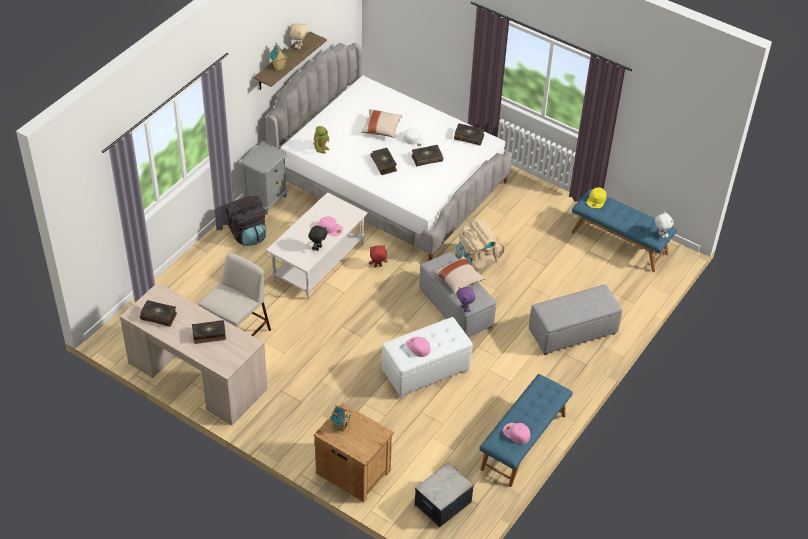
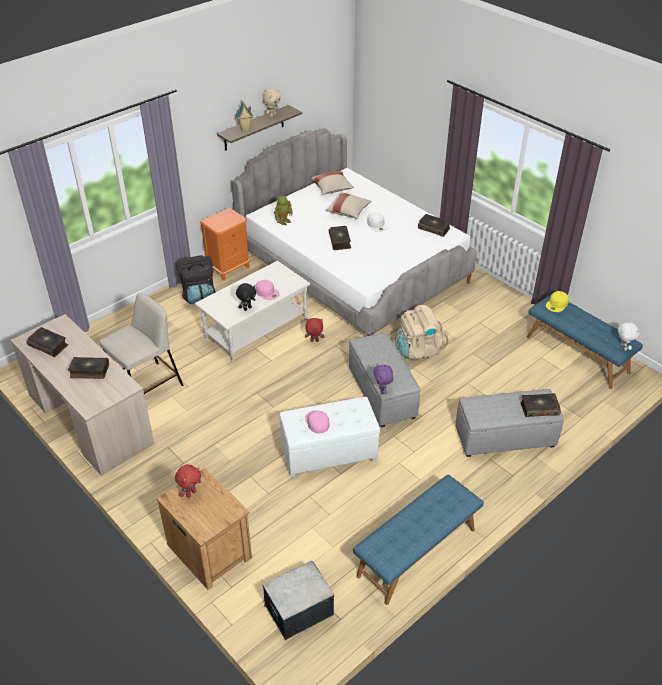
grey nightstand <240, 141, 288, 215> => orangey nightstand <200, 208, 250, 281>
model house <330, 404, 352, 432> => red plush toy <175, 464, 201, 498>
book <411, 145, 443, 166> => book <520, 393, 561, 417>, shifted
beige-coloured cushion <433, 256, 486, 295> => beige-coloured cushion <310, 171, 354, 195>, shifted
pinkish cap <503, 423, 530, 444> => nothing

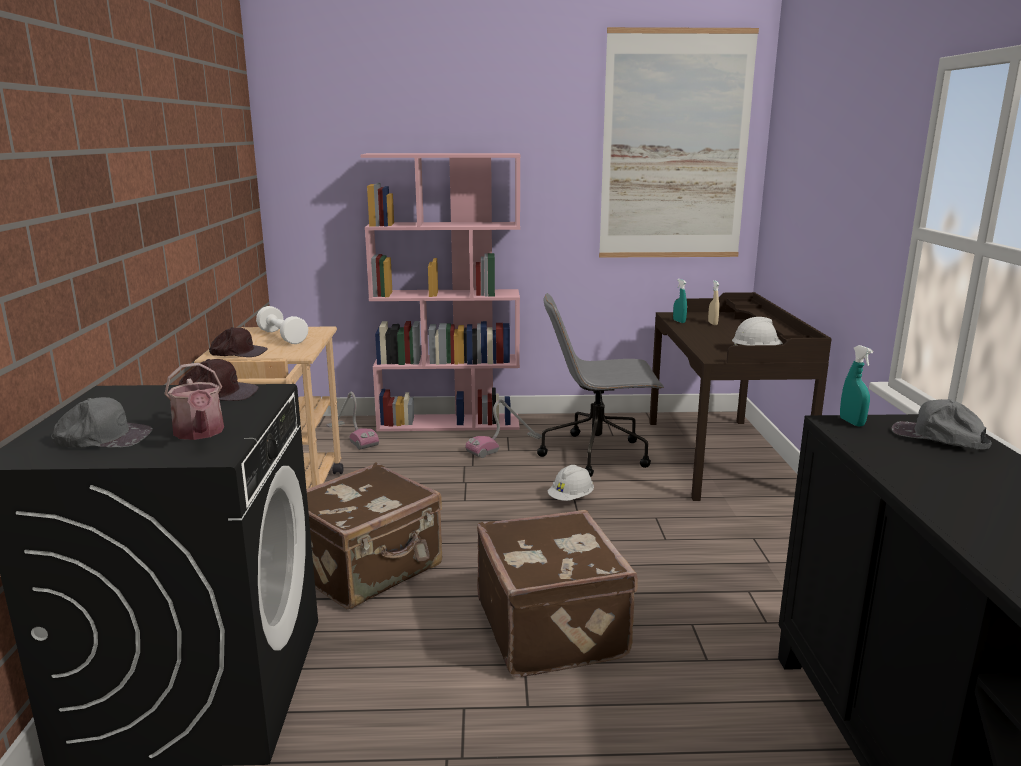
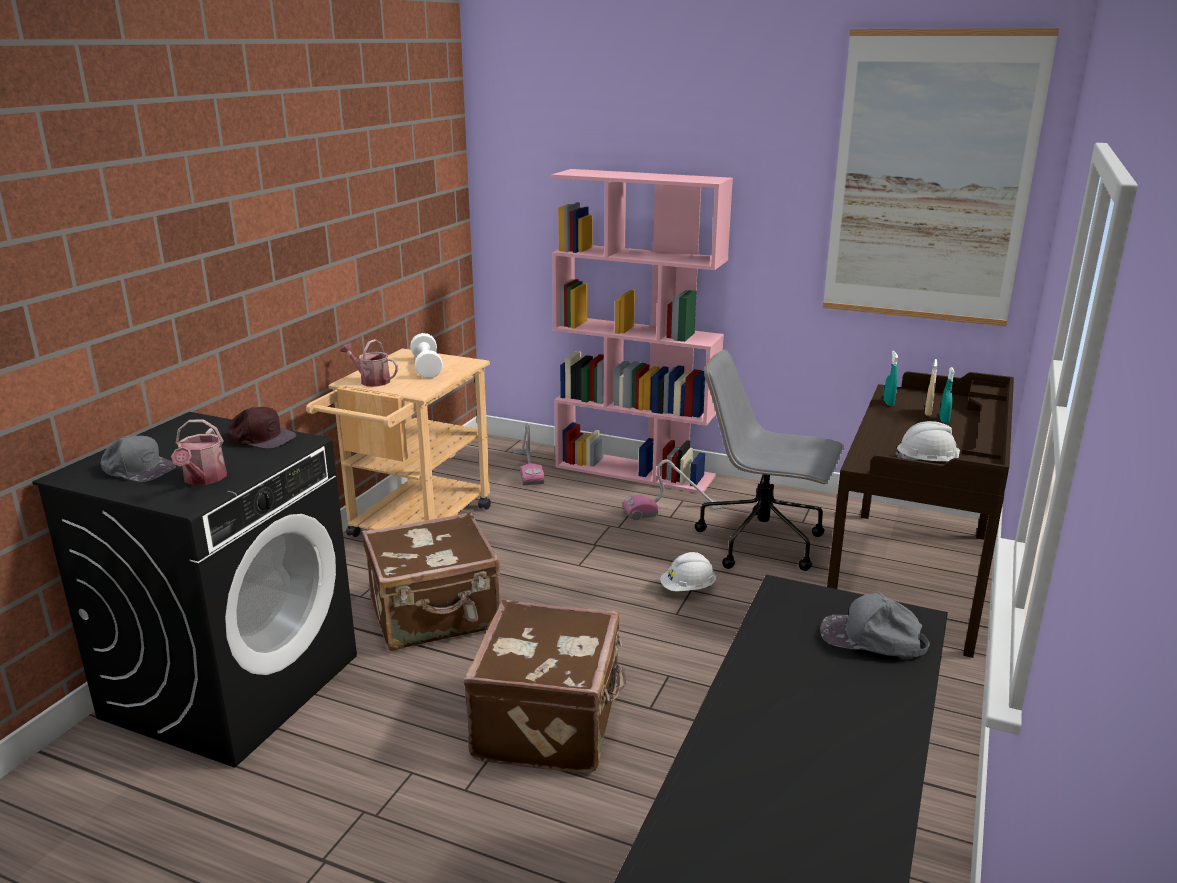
brownish cap <209, 327, 268, 357> => watering pot <340, 339, 398, 387>
turquoise spray bottle <840, 345, 873, 426> => turquoise spray bottle <940, 367, 955, 423>, shifted
grey cap <891, 399, 992, 450> => grey cap <820, 592, 930, 657>, 45 degrees counterclockwise

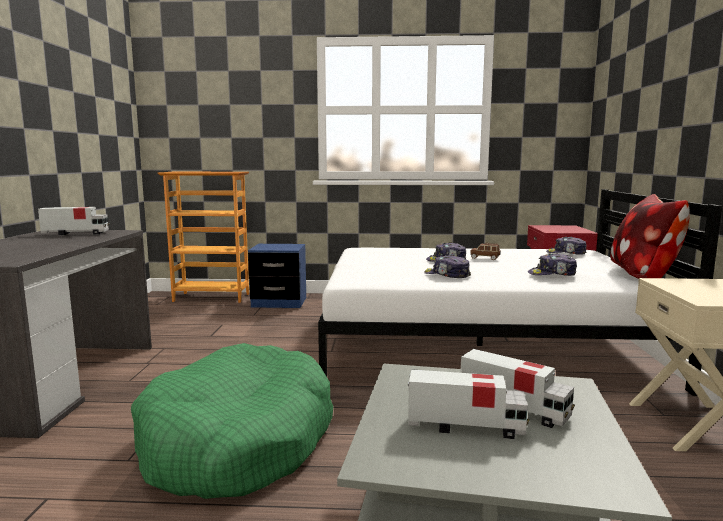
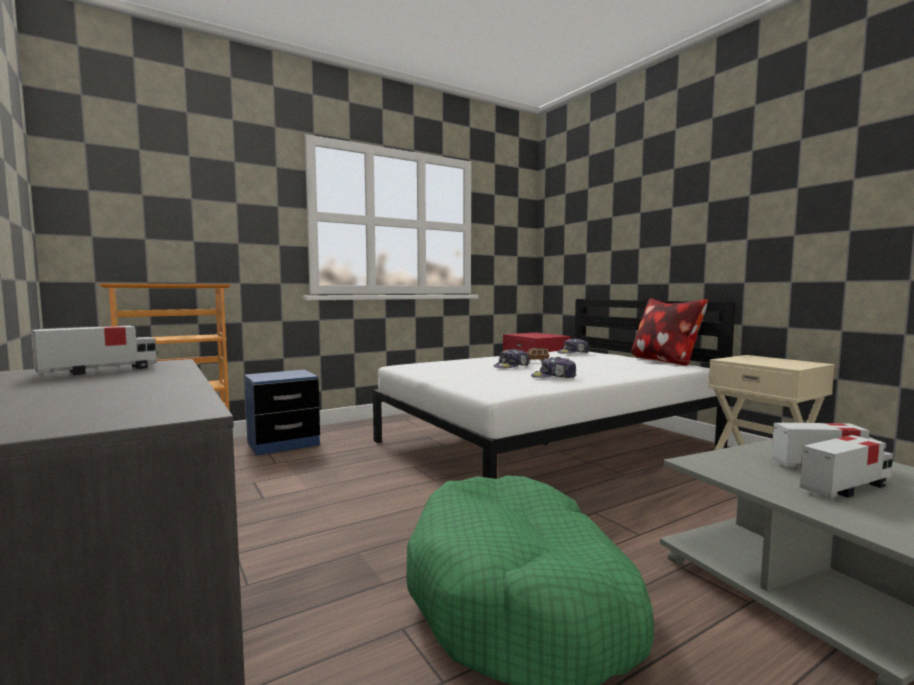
cap <528, 253, 577, 276> => nothing

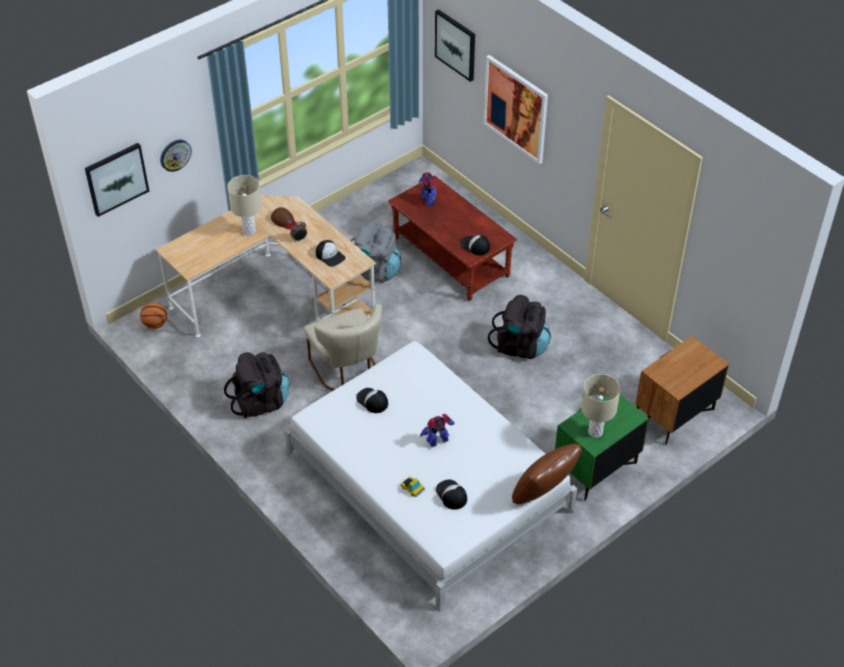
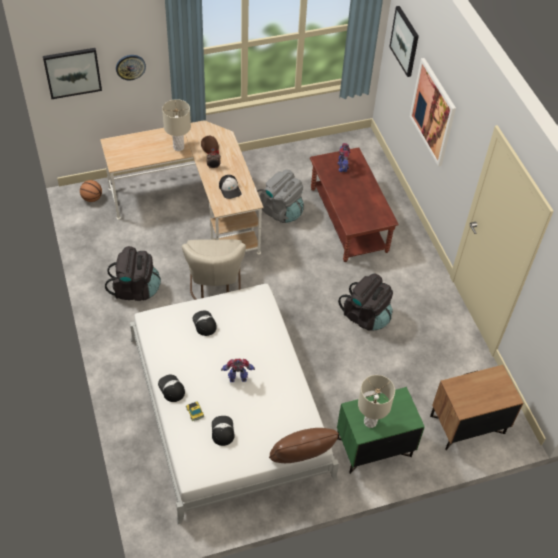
cap <460, 235, 490, 255> => cap <158, 374, 185, 402>, shifted

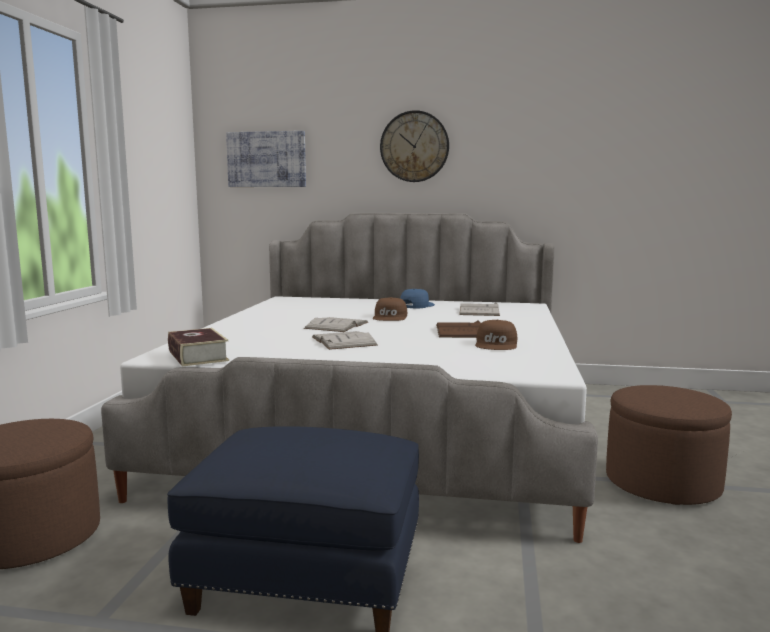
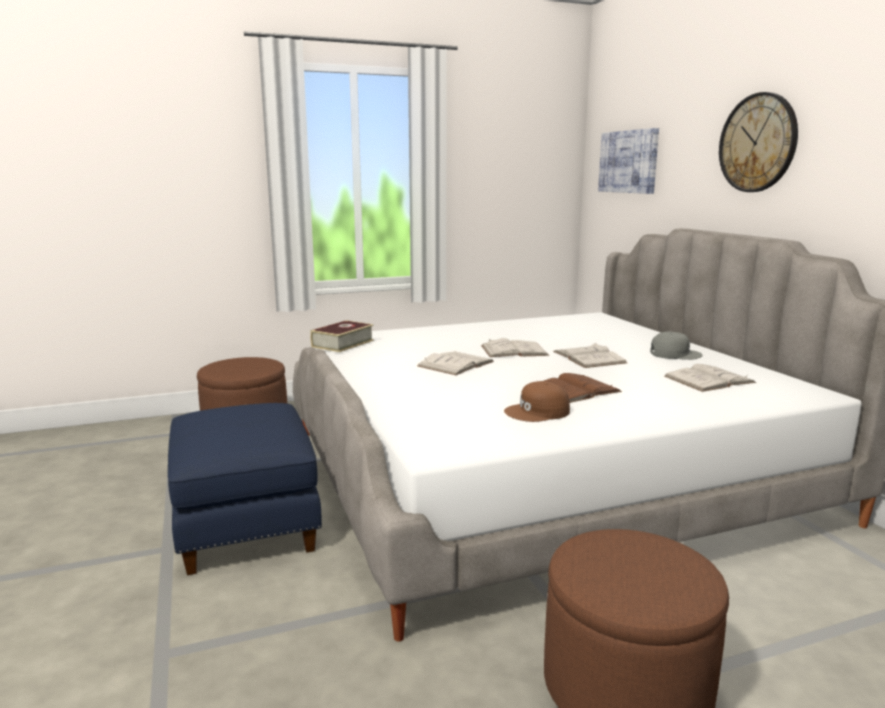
brownish cap <373, 297, 407, 321> => white book <553, 343, 627, 368>
bluish cap <400, 289, 435, 309> => grey cap <650, 332, 703, 360>

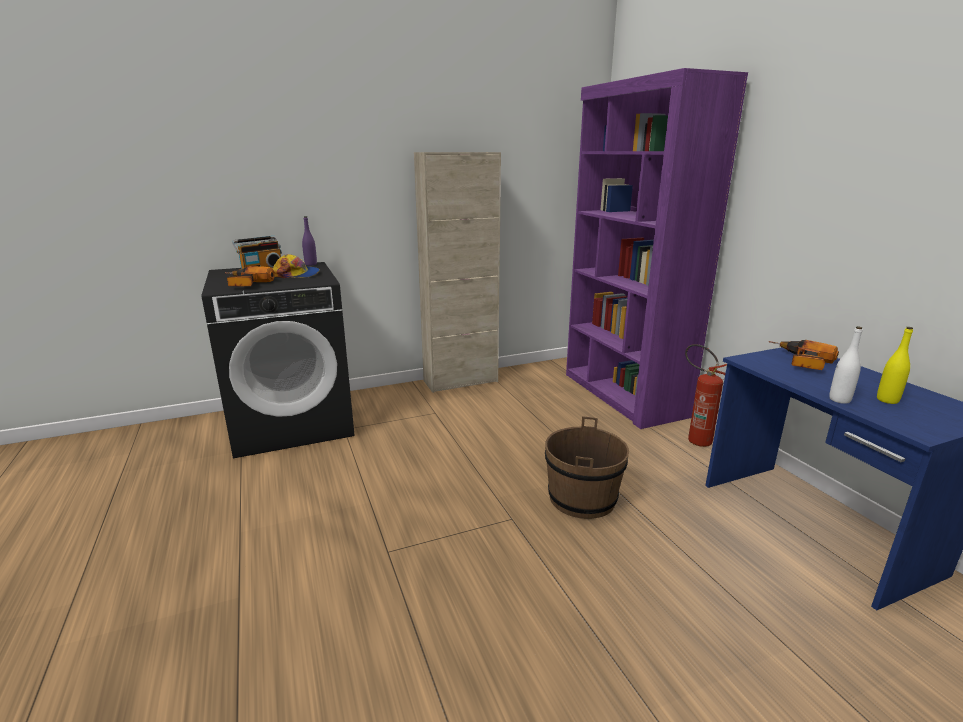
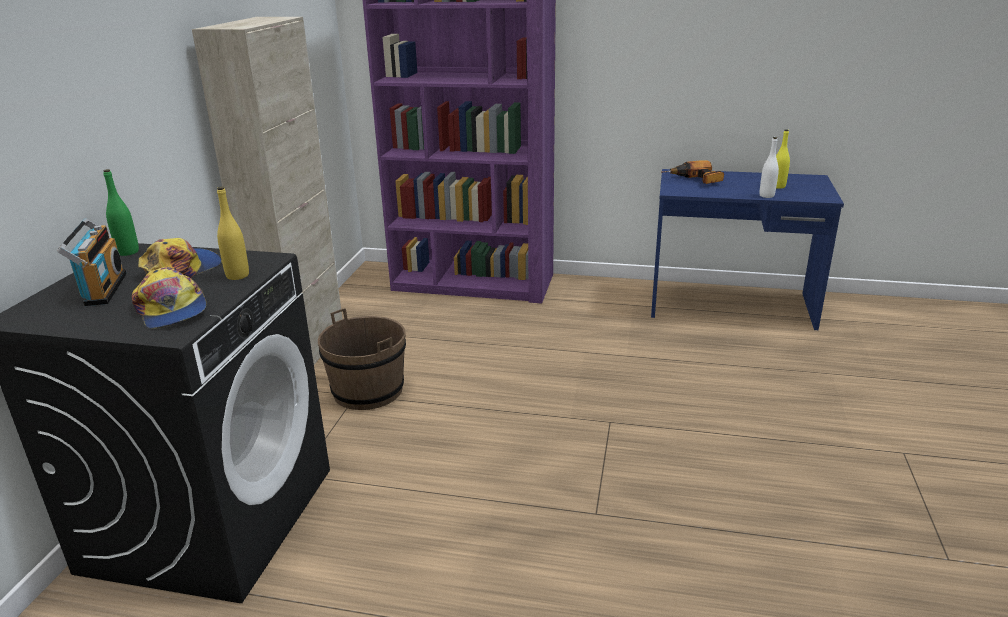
drill <225, 266, 275, 286> => cap <132, 267, 206, 329>
purplish bottle <302, 216, 317, 266> => green-coloured bottle <103, 169, 139, 256>
brownish water bucket <545, 417, 629, 519> => brownish water bucket <318, 308, 406, 410>, shifted
fire-fighting cylinder <685, 344, 727, 447> => nothing
nothing => yellow-coloured bottle <217, 187, 249, 280>

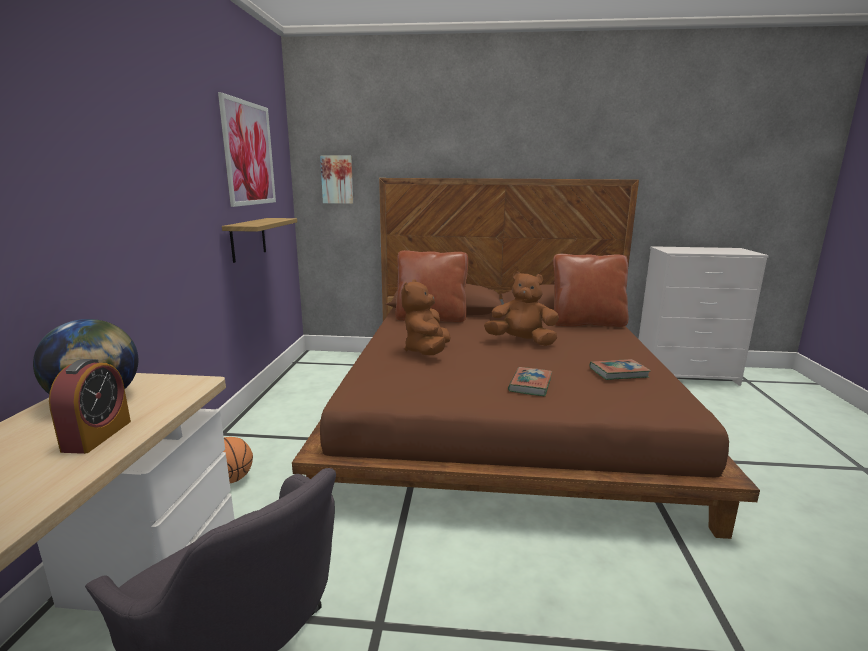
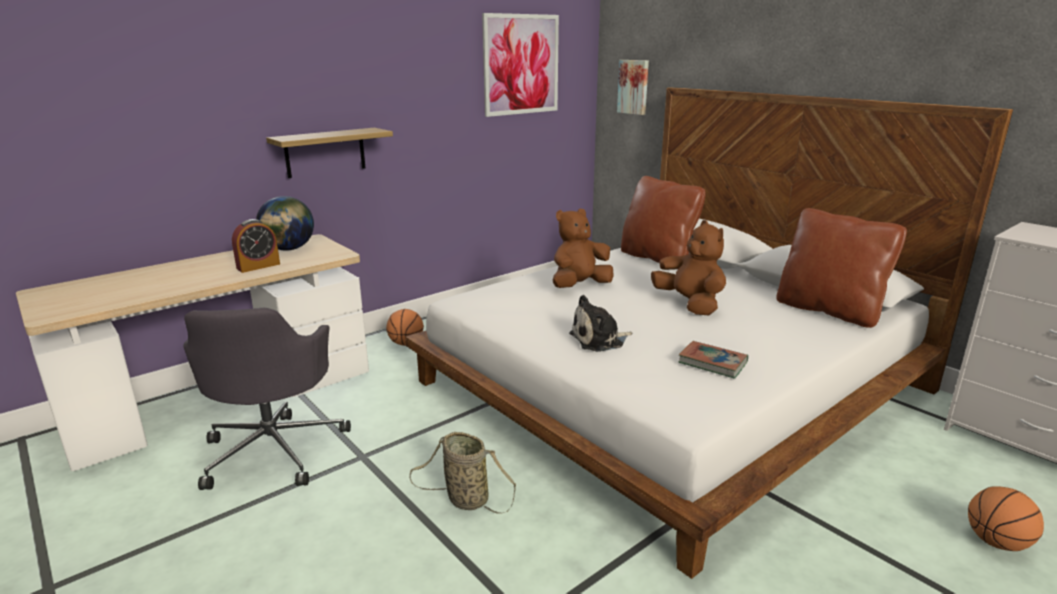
bracket shelf <222, 218, 297, 263> => bracket shelf <266, 128, 393, 178>, shifted
brownish bedroom bed <292, 178, 760, 539> => white bedroom bed <405, 87, 1013, 579>
book <508, 367, 552, 396> => plush toy <569, 295, 633, 352>
nothing => basket <409, 432, 516, 514>
nothing => basketball <968, 486, 1044, 551>

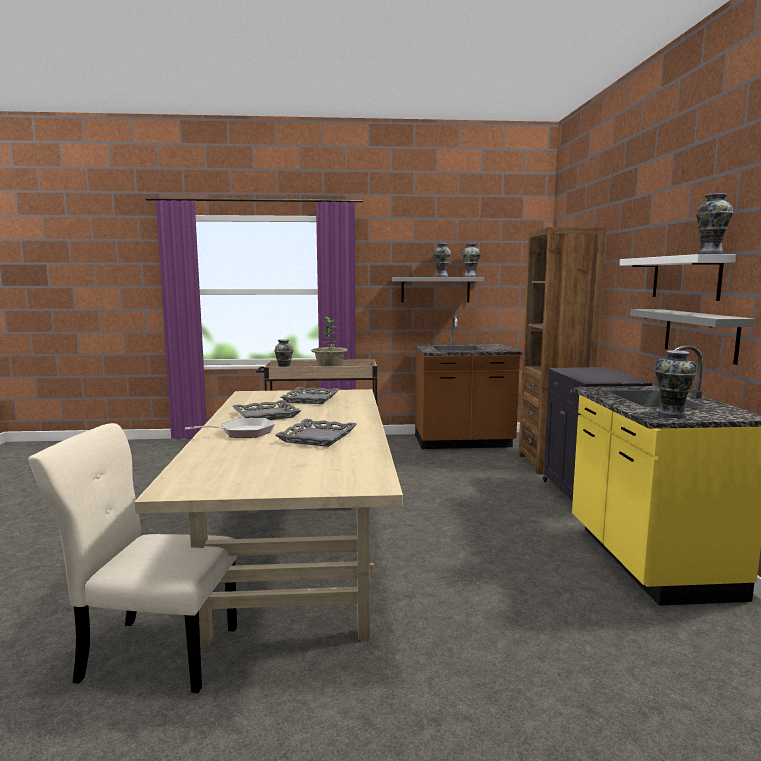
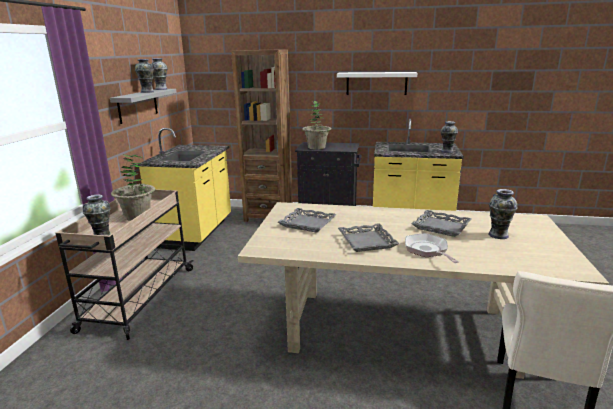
brownish kitchen base unit <415, 316, 522, 449> => yellow-coloured kitchen base unit <138, 128, 231, 251>
grey bracket shelf <630, 309, 755, 365> => nothing
vase <696, 193, 734, 254> => vase <488, 189, 518, 239>, shifted
nothing => plant in a pot <302, 101, 331, 150>

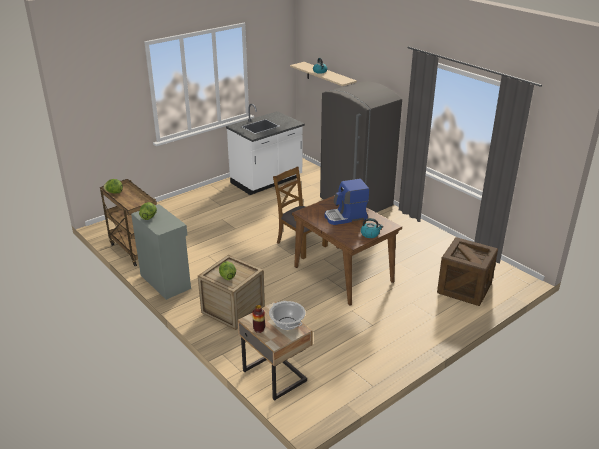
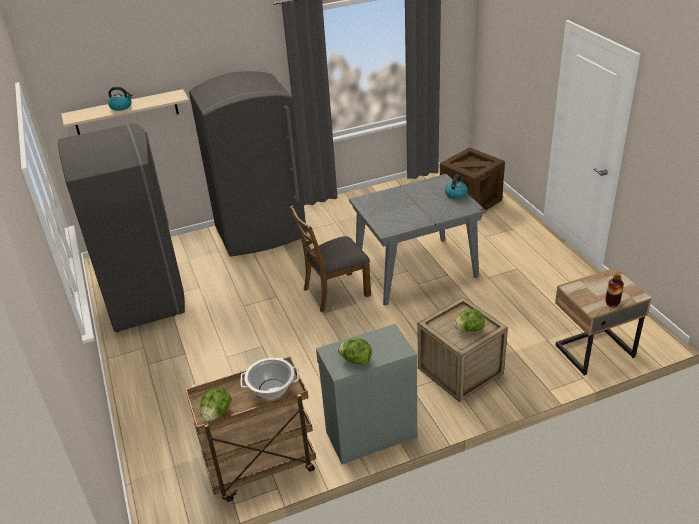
white kitchen base unit <226, 104, 305, 195> => grey kitchen fridge <58, 123, 185, 332>
cooking pot <269, 301, 306, 330> => cooking pot <240, 358, 299, 399>, shifted
brownish kitchen table <292, 195, 402, 306> => grey kitchen table <349, 174, 486, 305>
coffee maker <324, 179, 369, 225> => nothing

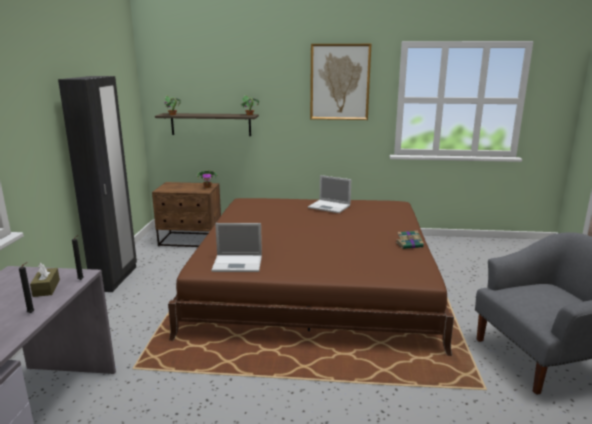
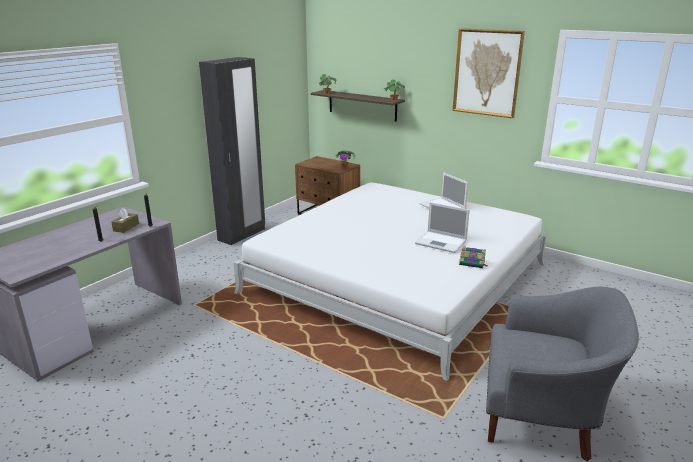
brownish bedroom bed <168, 198, 454, 356> => white bedroom bed <234, 182, 547, 381>
portable computer <211, 223, 262, 272> => portable computer <415, 202, 470, 253>, shifted

